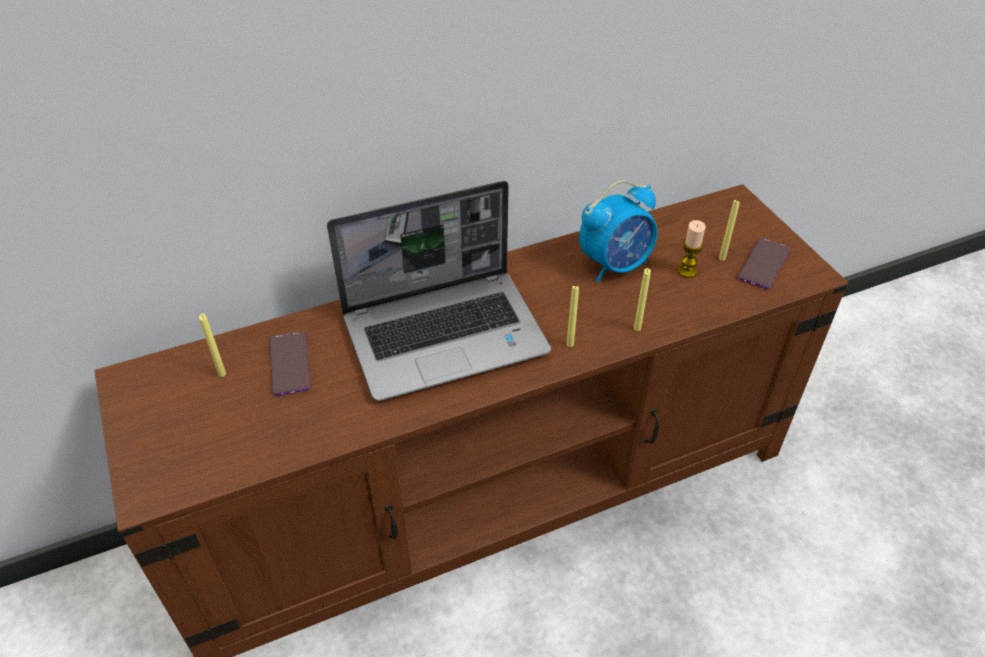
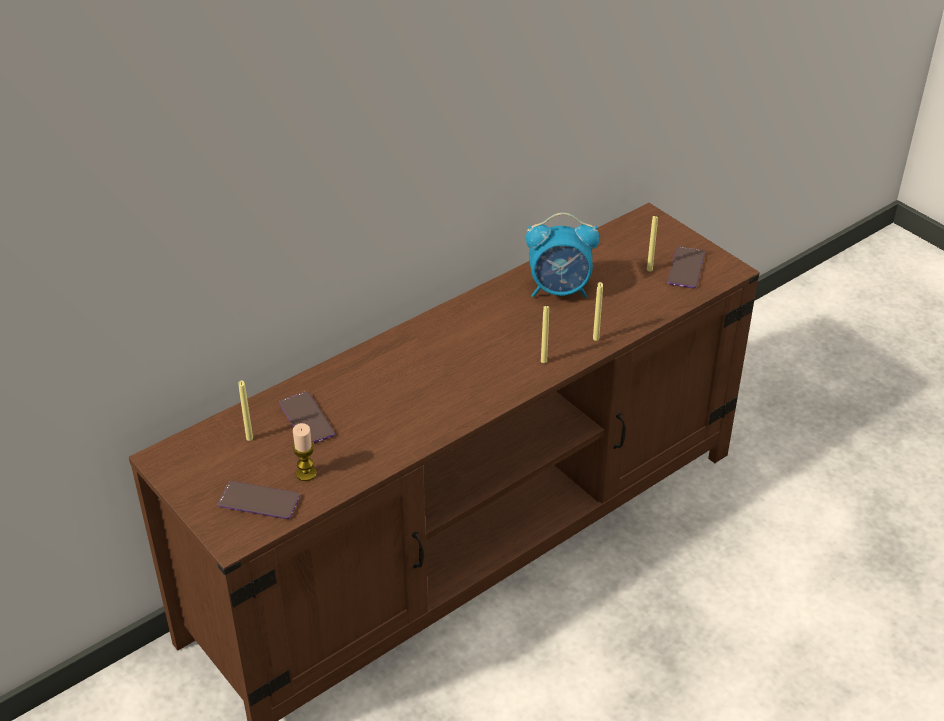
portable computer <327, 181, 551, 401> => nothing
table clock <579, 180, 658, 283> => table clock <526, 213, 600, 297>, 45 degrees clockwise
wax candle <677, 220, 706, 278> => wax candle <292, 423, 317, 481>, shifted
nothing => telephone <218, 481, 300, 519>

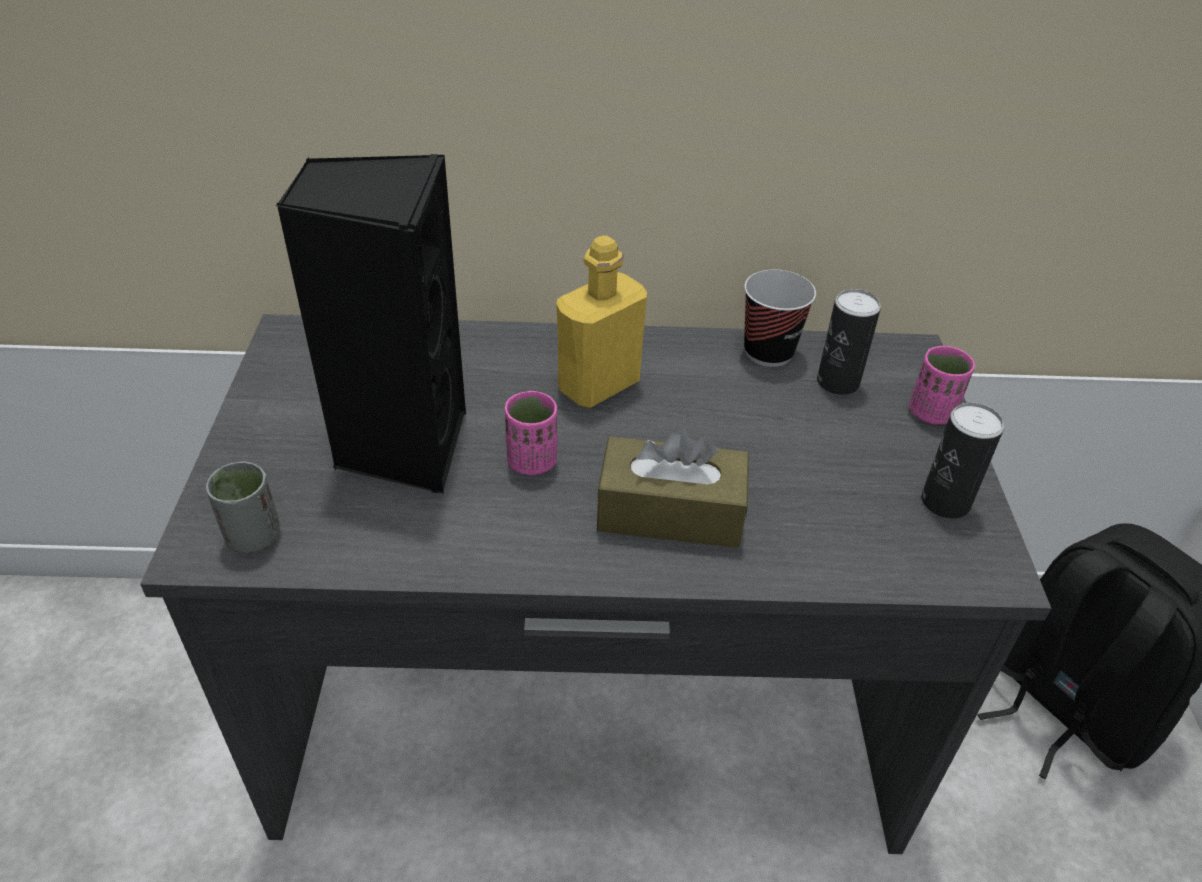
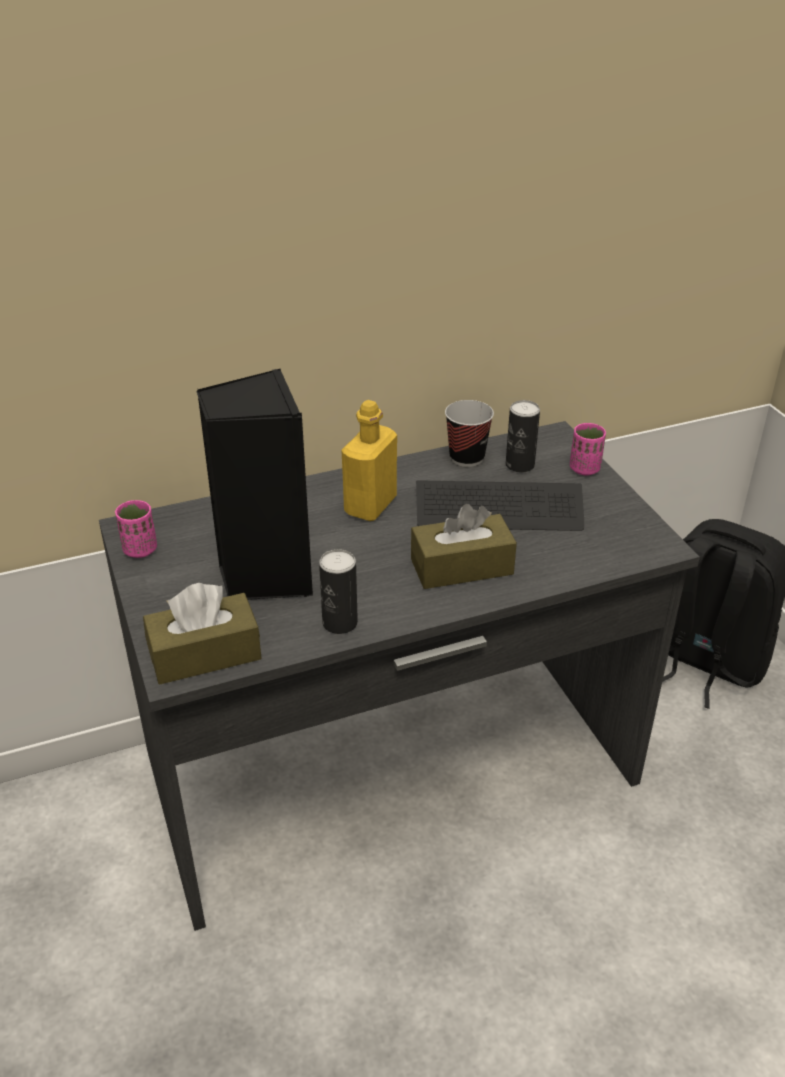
grey cup <206, 461, 280, 553> => brownish tissue box <143, 583, 262, 684>
pinkish cup <504, 391, 557, 475> => pinkish cup <115, 500, 157, 558>, shifted
metal can <921, 403, 1004, 519> => metal can <319, 549, 358, 634>, shifted
nothing => PC keyboard <416, 480, 584, 531>

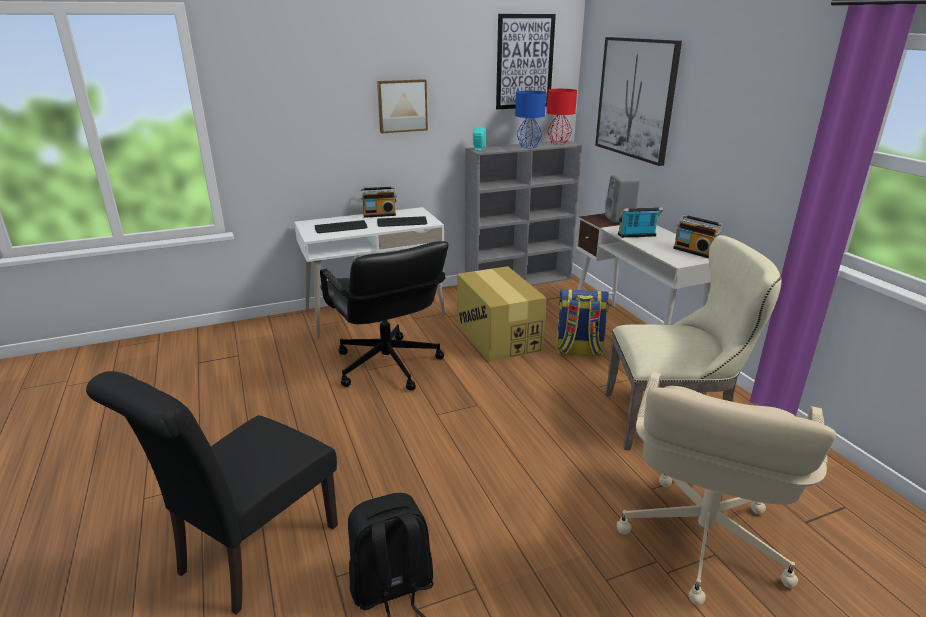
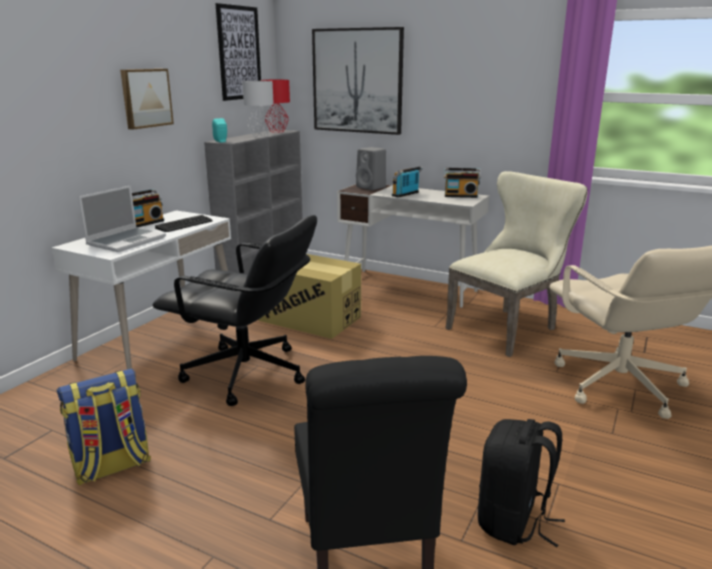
PC keyboard <315, 220, 367, 233> => portable computer <79, 185, 166, 252>
bluish tabletop lamp <515, 91, 546, 148> => grey tabletop lamp <242, 81, 274, 137>
knapsack <556, 289, 609, 357> => knapsack <56, 368, 151, 486>, shifted

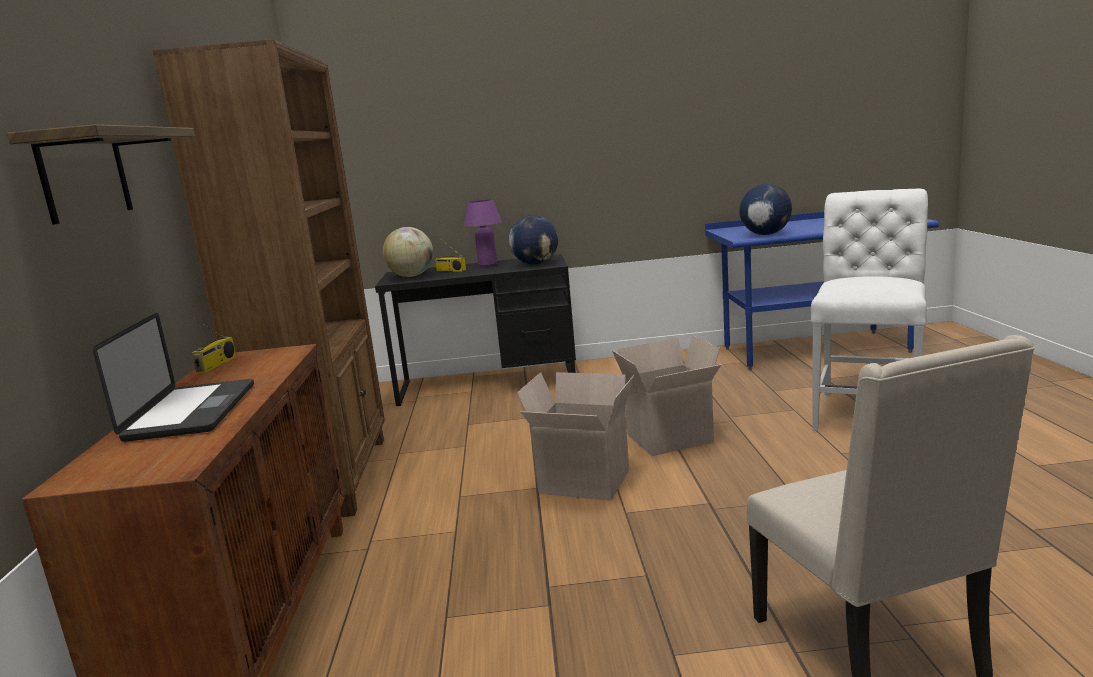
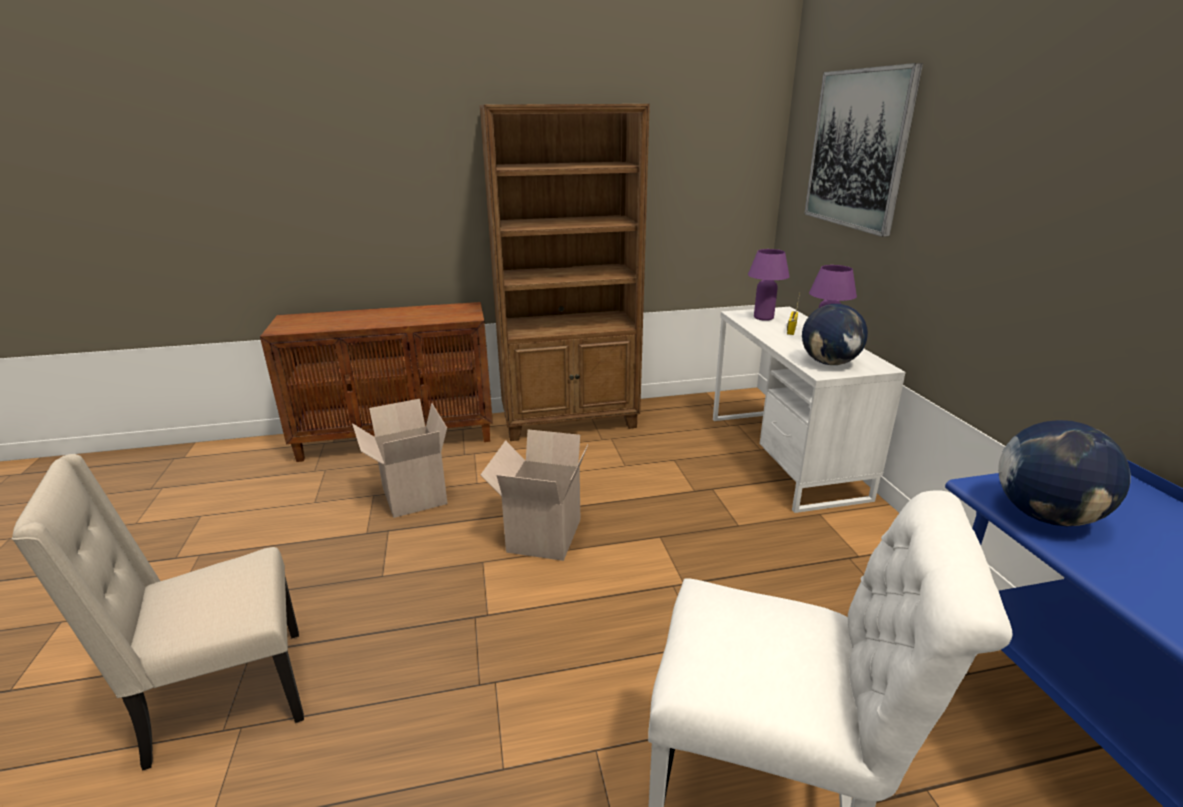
bracket shelf <7, 124, 195, 225> => nothing
portable computer <93, 313, 254, 442> => nothing
radio receiver <191, 317, 236, 373> => nothing
black desk unit <375, 254, 576, 406> => white desk unit <713, 307, 906, 513>
desk globe <383, 227, 433, 277> => purplish tabletop lamp <748, 249, 790, 321>
cardboard box <612, 335, 721, 456> => cardboard box <352, 399, 447, 518>, shifted
nothing => picture <804, 63, 923, 237>

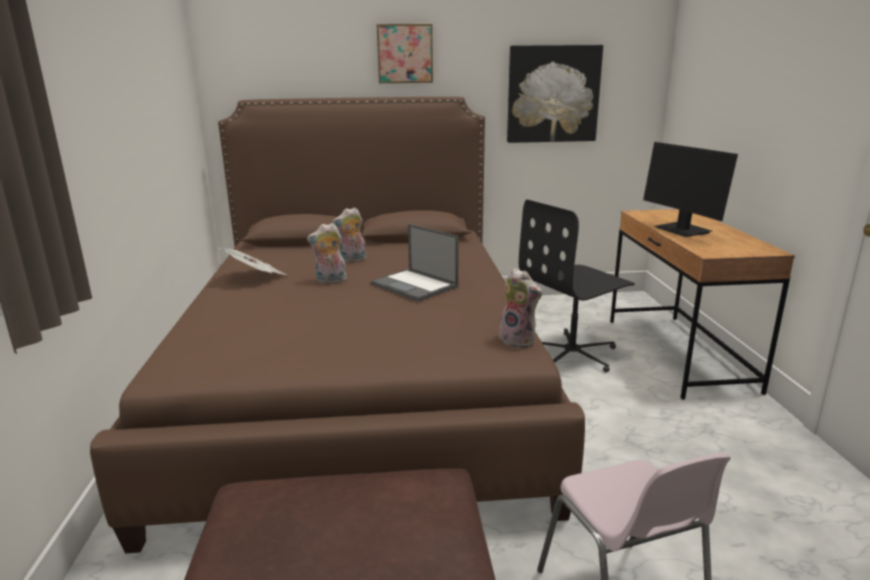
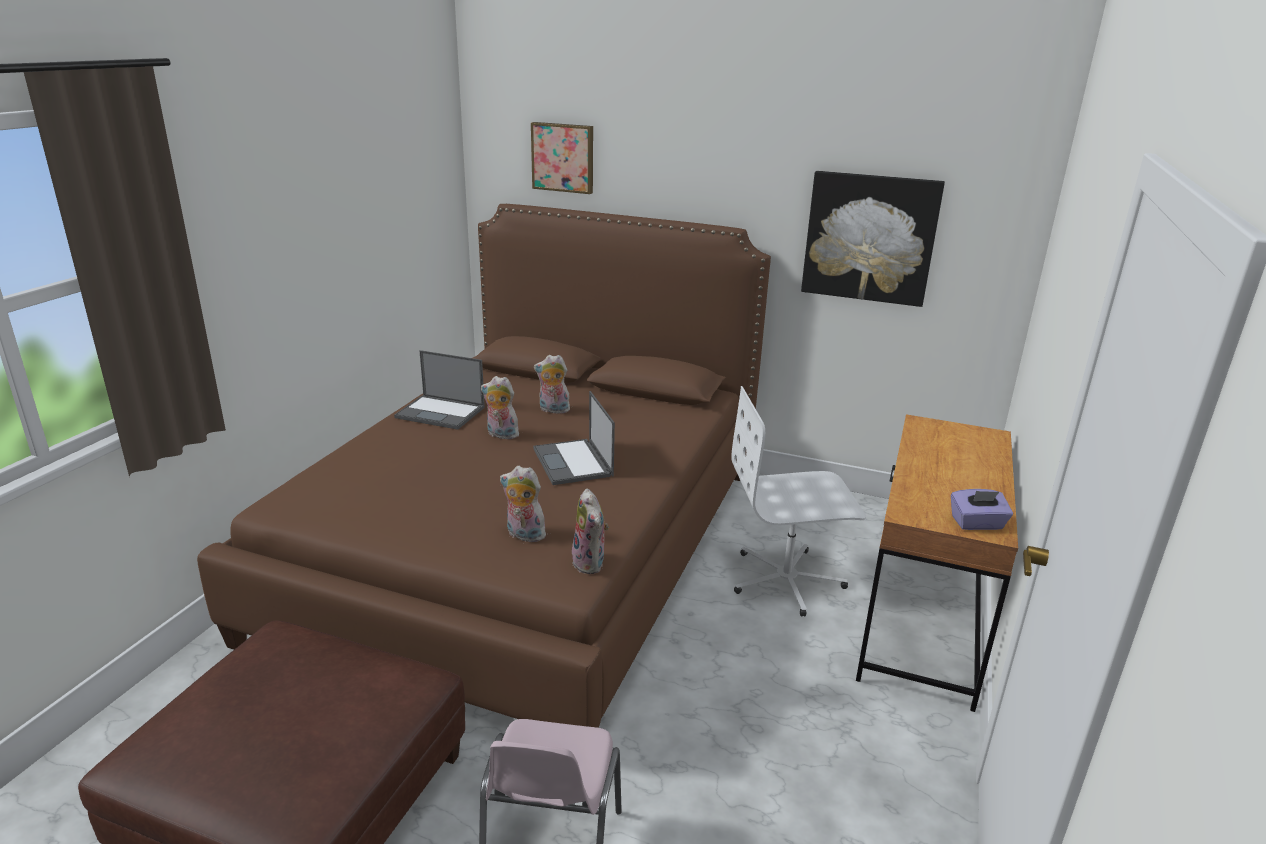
daily paper <218, 248, 287, 275> => portable computer <394, 350, 485, 430>
picture <377, 24, 433, 83> => picture <531, 122, 593, 194>, shifted
black desk chair <519, 199, 635, 372> => white desk chair <731, 386, 866, 617>
computer screen <643, 142, 738, 237> => nothing
nothing => plush toy <500, 466, 546, 542>
nothing => purplish tissue box <951, 489, 1013, 530>

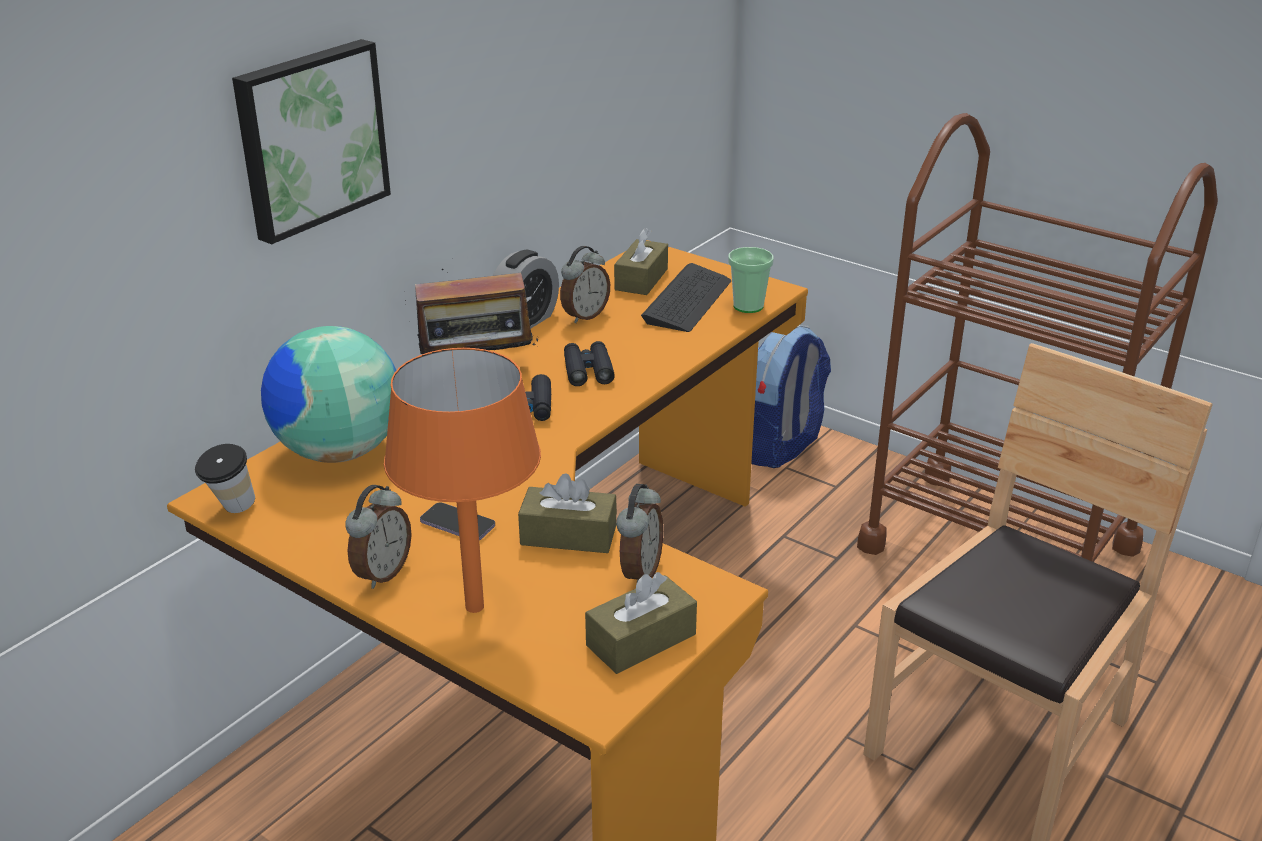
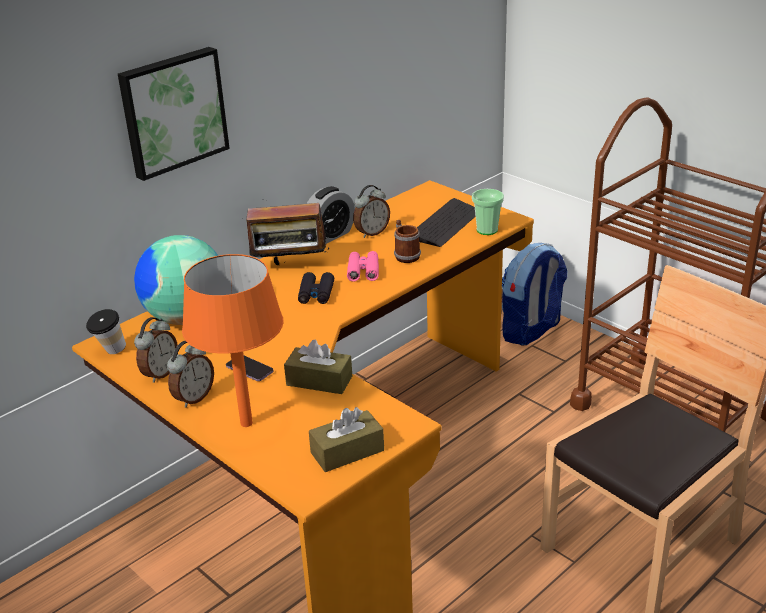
black binoculars <564, 341, 615, 386> => pinkish binoculars <347, 251, 379, 282>
brownish tissue box <614, 228, 668, 295> => nothing
table clock <616, 484, 663, 582> => table clock <134, 317, 178, 383>, shifted
nothing => tea mug <394, 220, 421, 263>

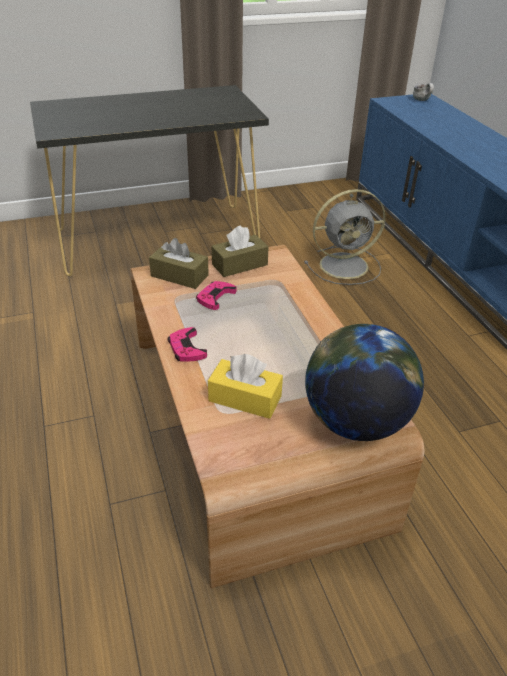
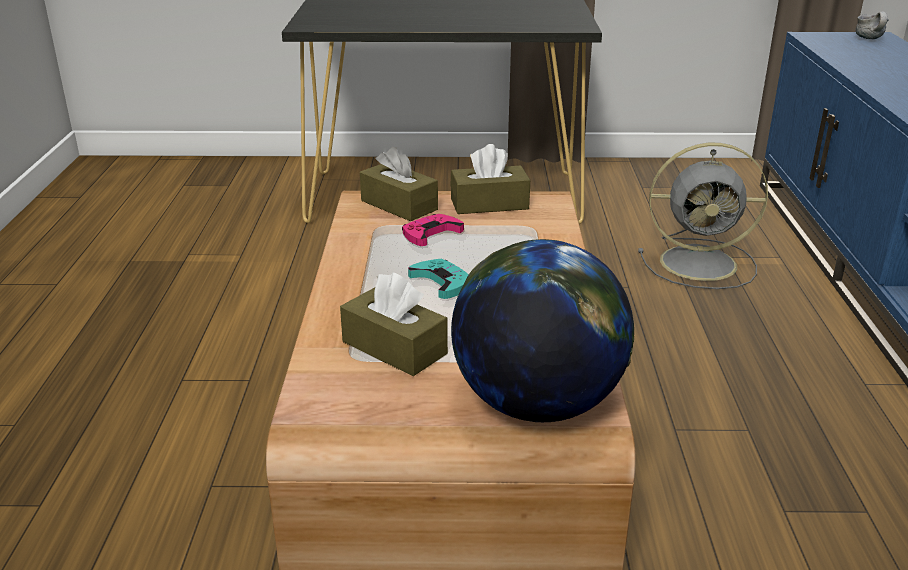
pinkish gamepad <168, 327, 207, 362> => nothing
yellow-coloured tissue box <208, 354, 283, 419> => brownish tissue box <340, 272, 448, 376>
nothing => turquoise gamepad <408, 259, 469, 299>

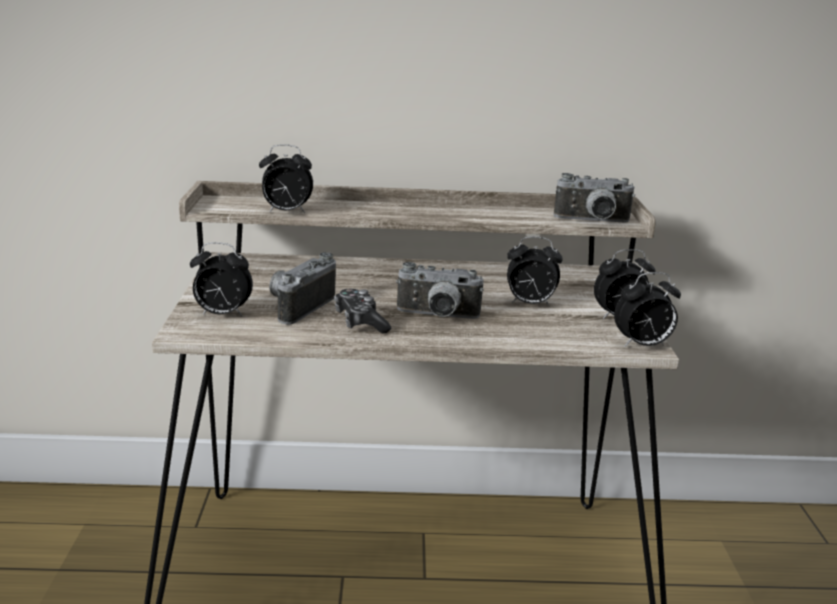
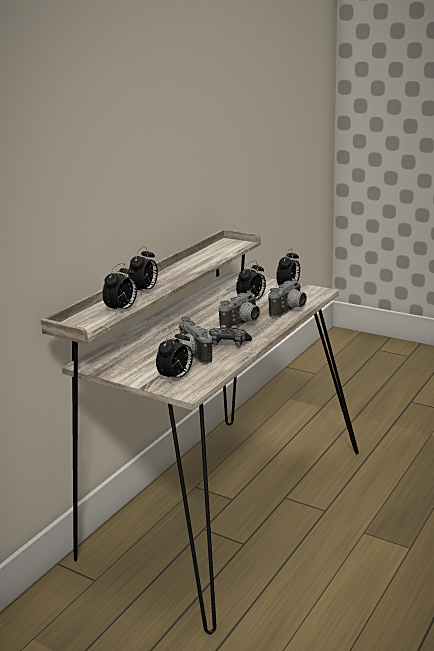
photo camera <554, 173, 635, 222> => photo camera <268, 278, 307, 318>, shifted
table clock <614, 272, 681, 347> => table clock <128, 246, 158, 294>, shifted

